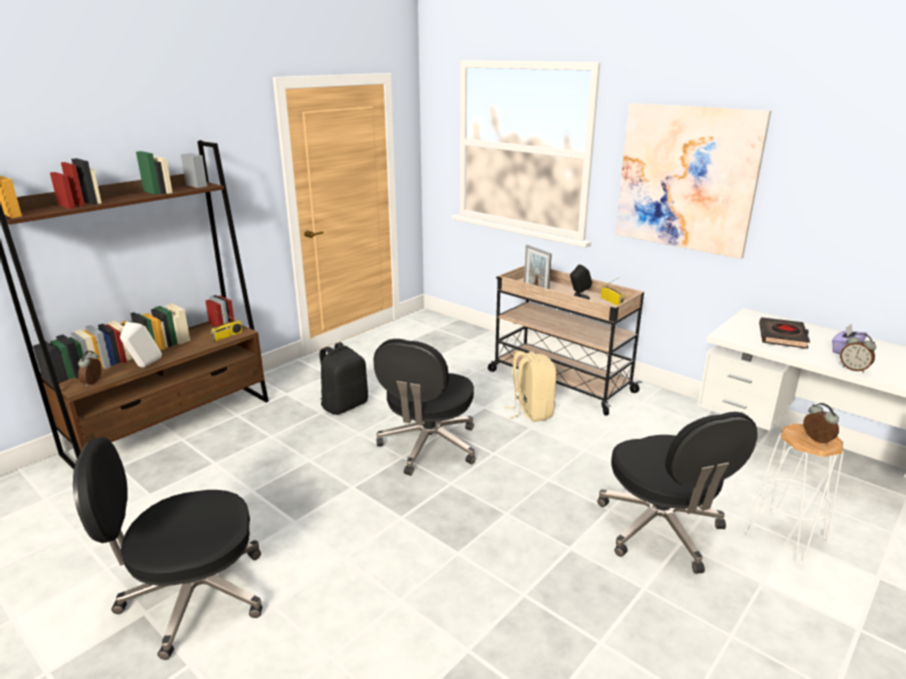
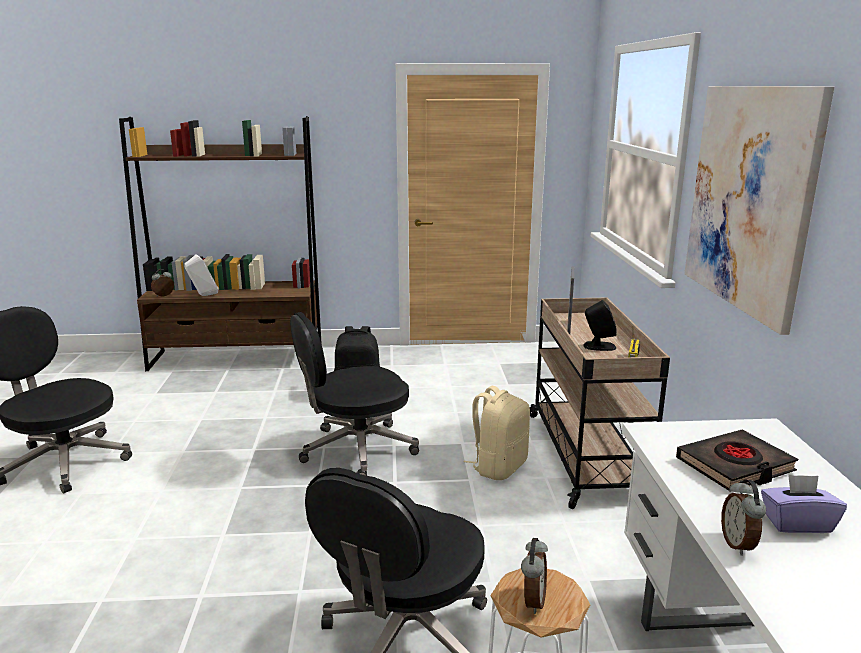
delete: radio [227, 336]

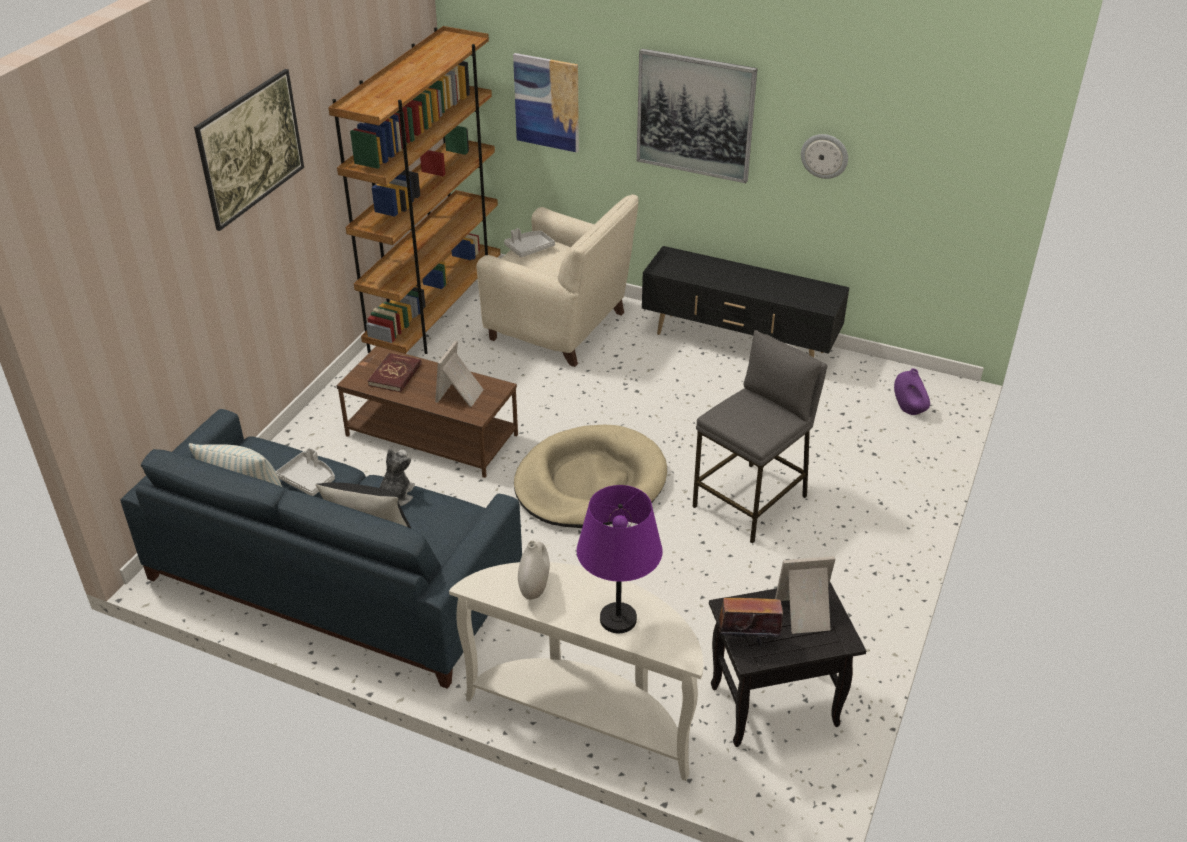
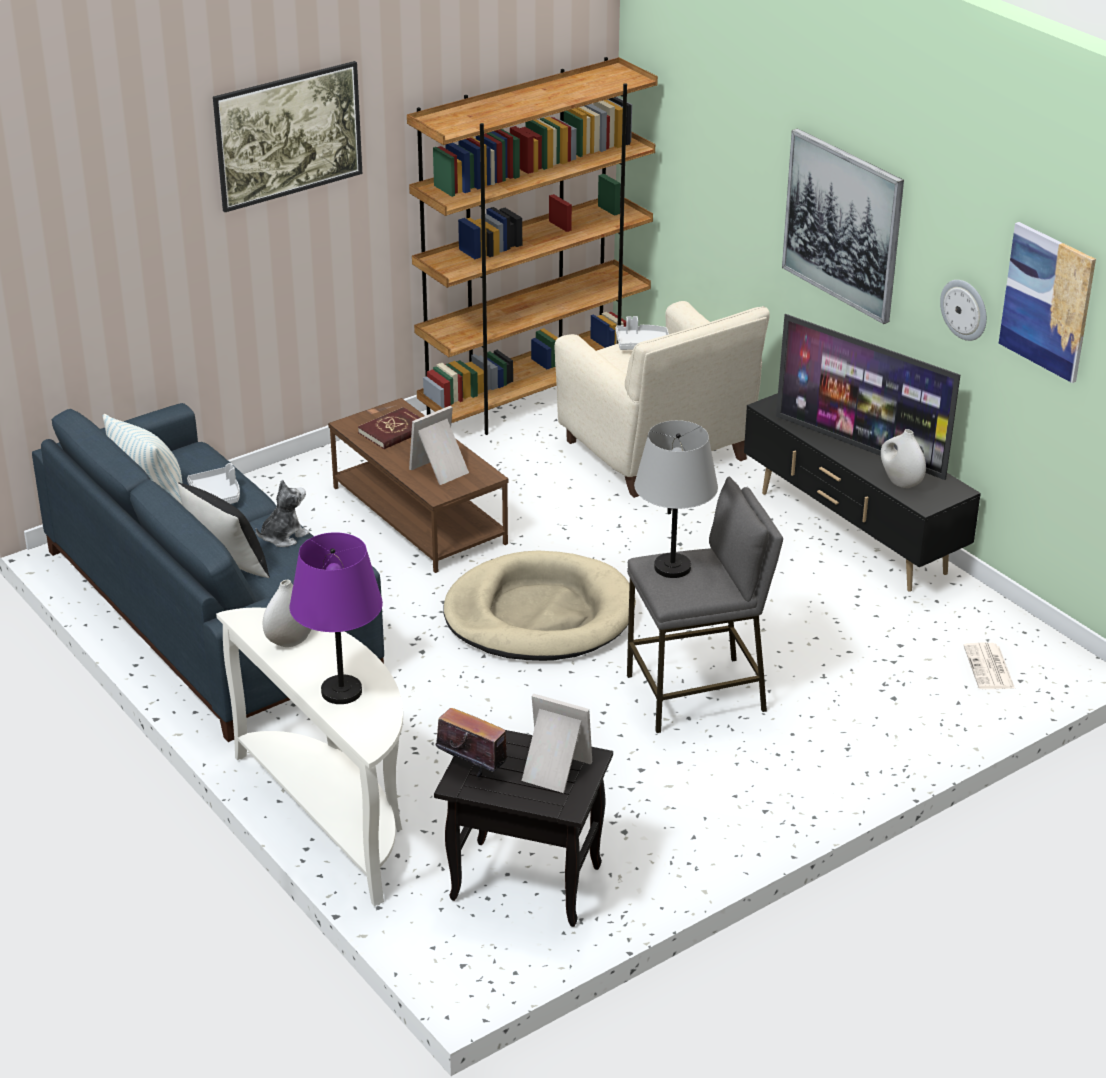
insert: televisor [861, 446]; lámpara de mesa [gris] [672, 567]; florero [blanco] [900, 482]
move: cuadro [547, 102] to [1047, 301]
replace: florero [morado] [909, 409] to periódico [989, 668]

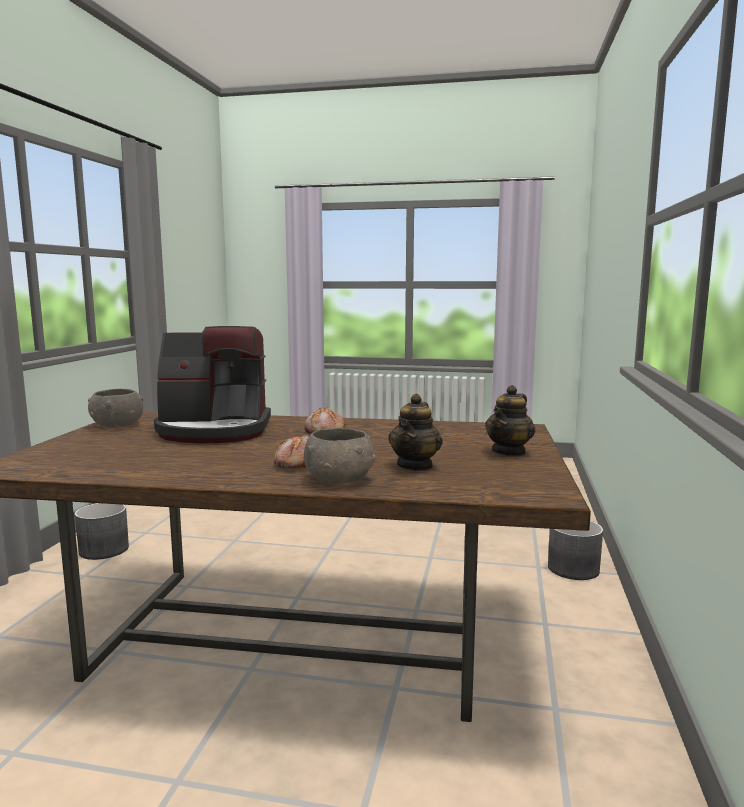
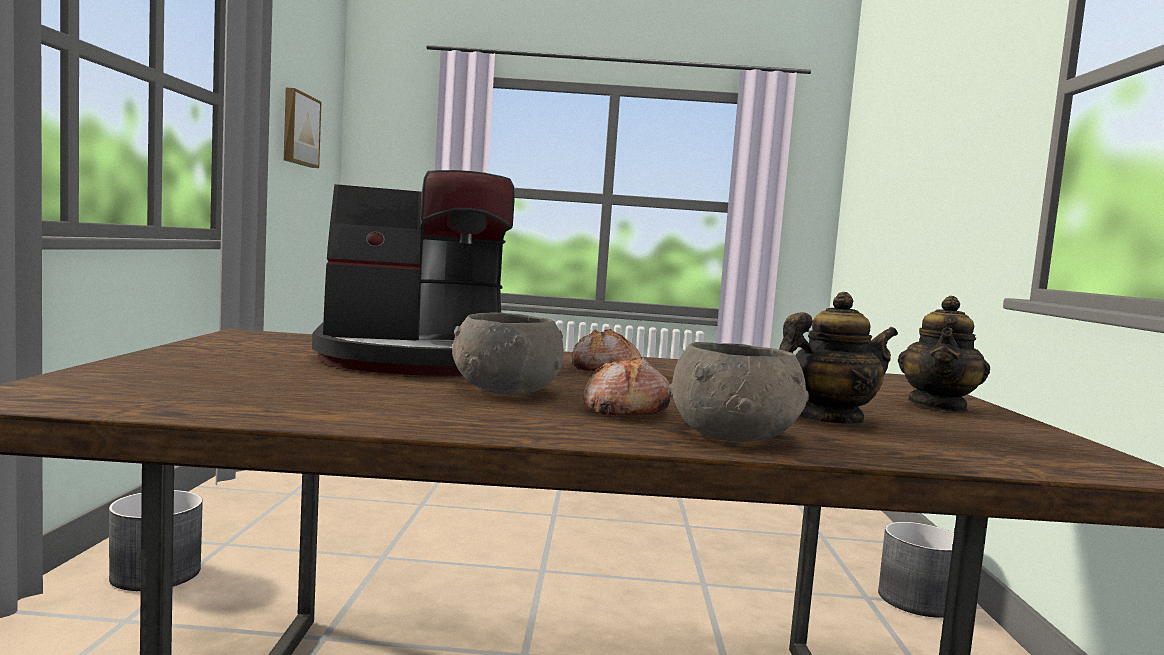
insert: cuadro [299, 129]
move: cuenco [gris] [117, 425] to [505, 390]
rotate: tetera [415, 466] = [829, 419] 120 degrees counterclockwise

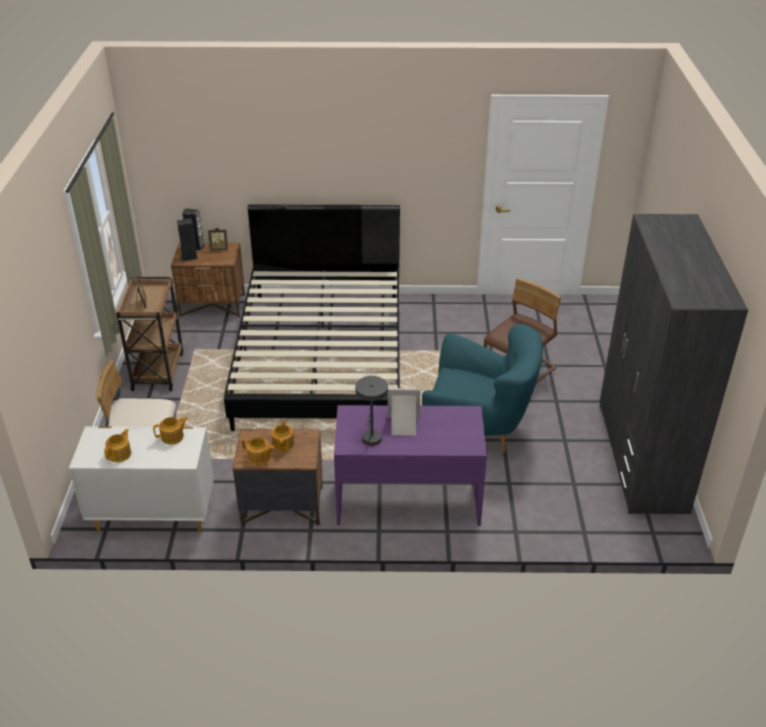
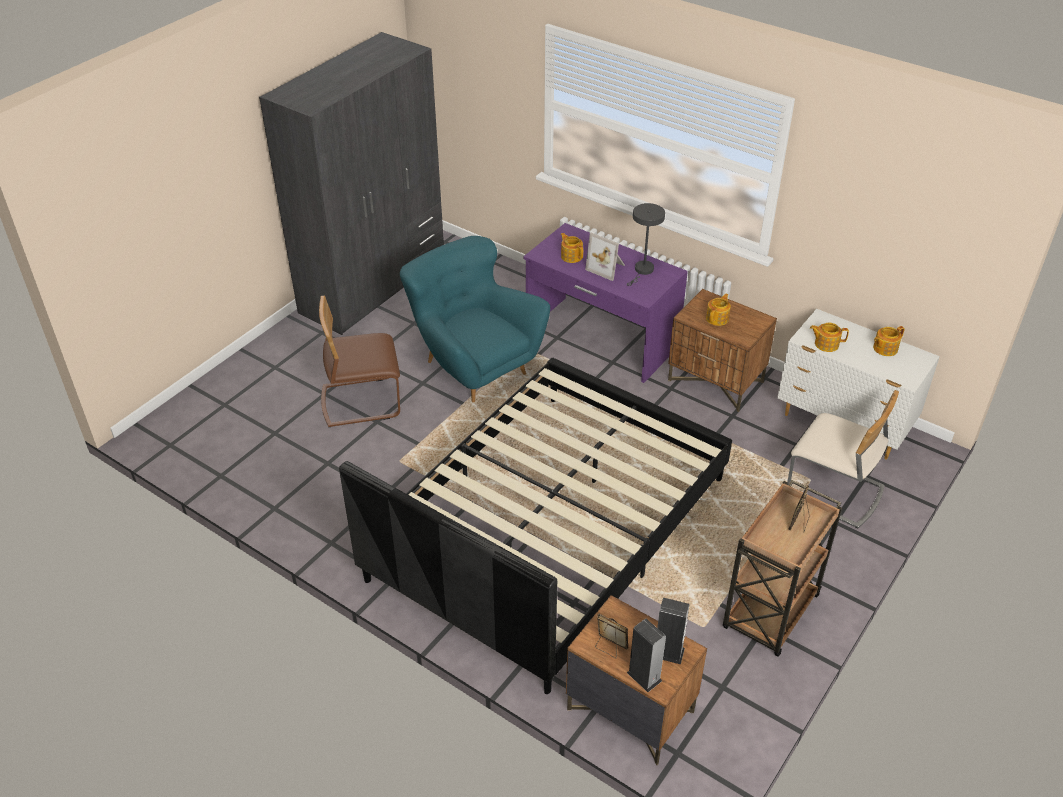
move: tetera [259, 457] to [571, 256]

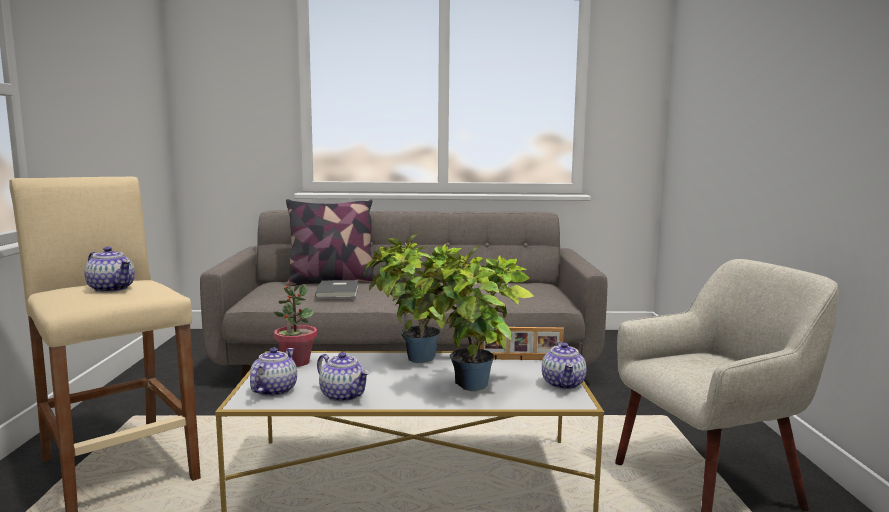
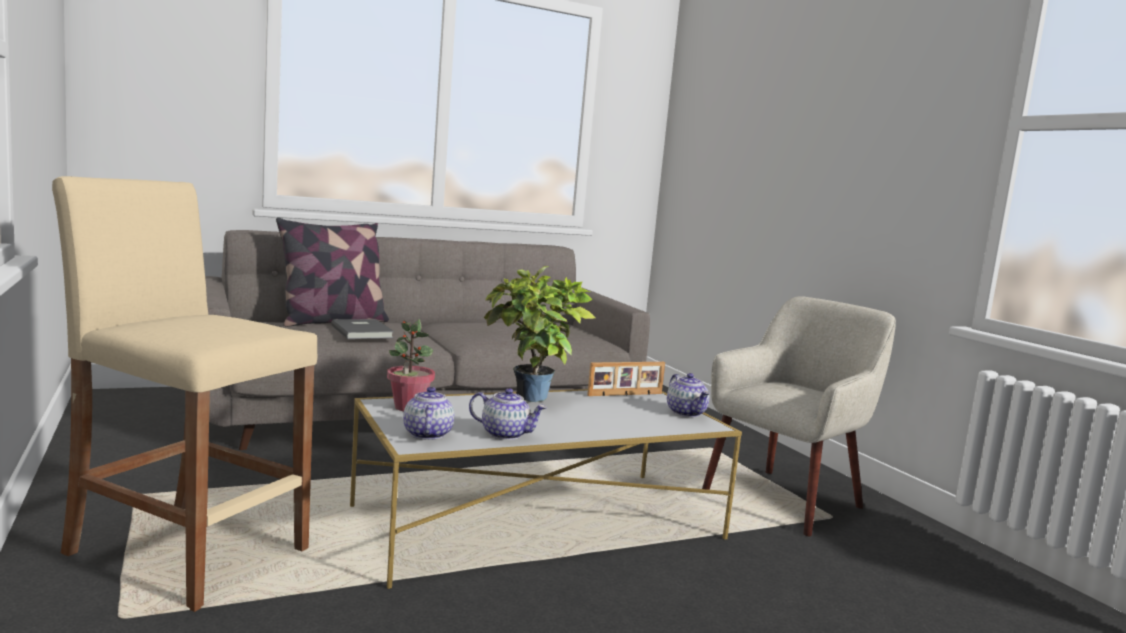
delete: planta en maceta [471, 389]; tetera [112, 289]

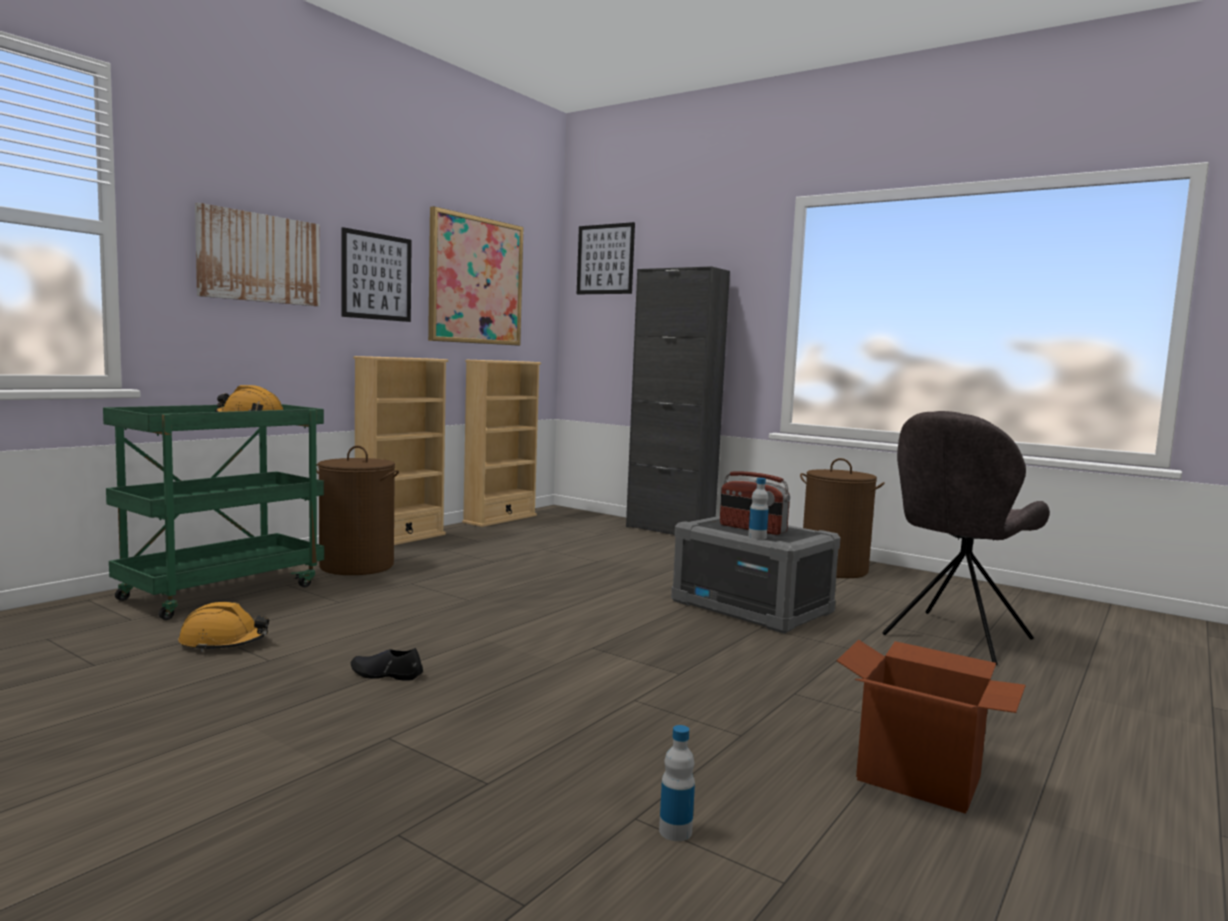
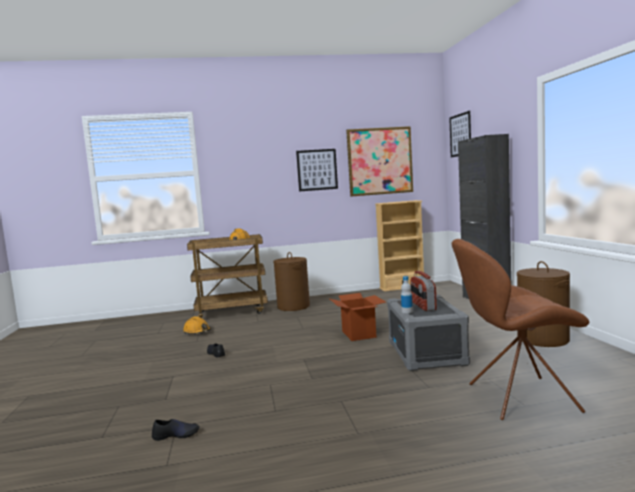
delete: cuadro [259, 258]; estantería [beis] [400, 539]
move: caja de cartón [919, 779] to [359, 334]
replace: botella [675, 831] to zapato [negro] [176, 435]
recolor: carrito [verde] [223, 591] to carrito [marrón] [232, 312]; silla [gris] [955, 638] to silla [marrón] [518, 398]

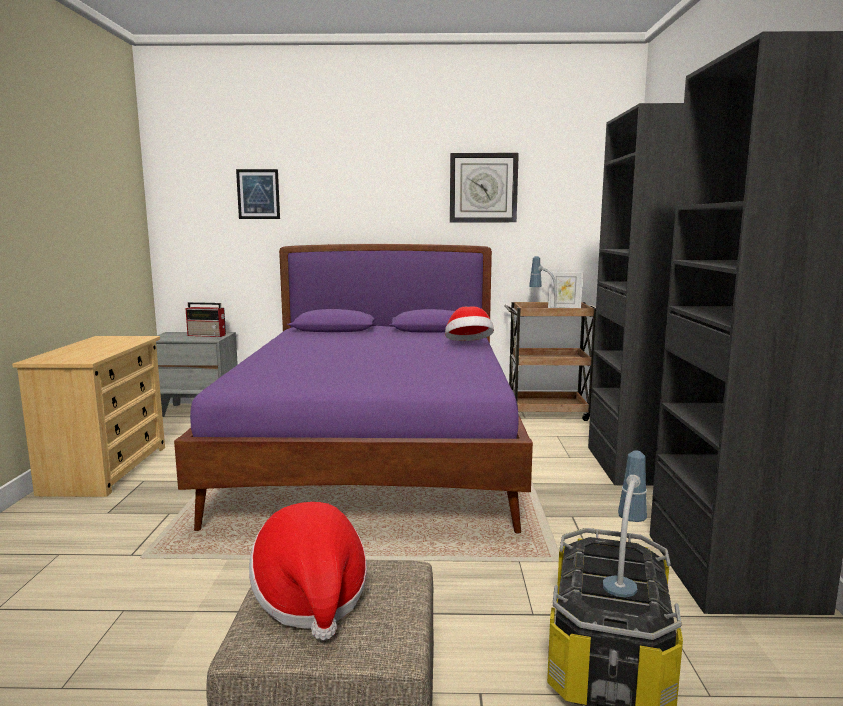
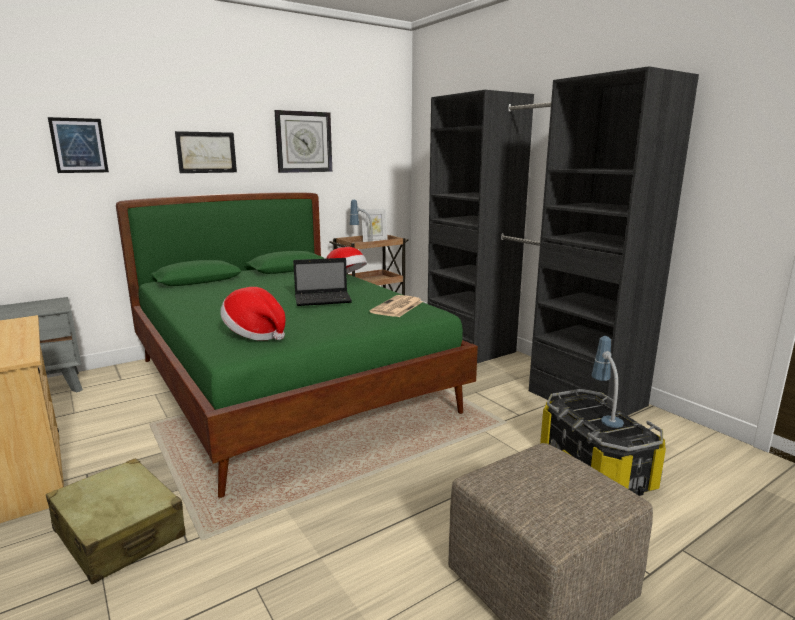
delete: radio [207, 335]
insert: cuadro [206, 152]; portátil [324, 300]; periódico [397, 307]; maleta [beis] [119, 533]
move: sombrero [310, 599] to [255, 334]
recolor: cama [morado] [376, 454] to cama [verde] [287, 385]

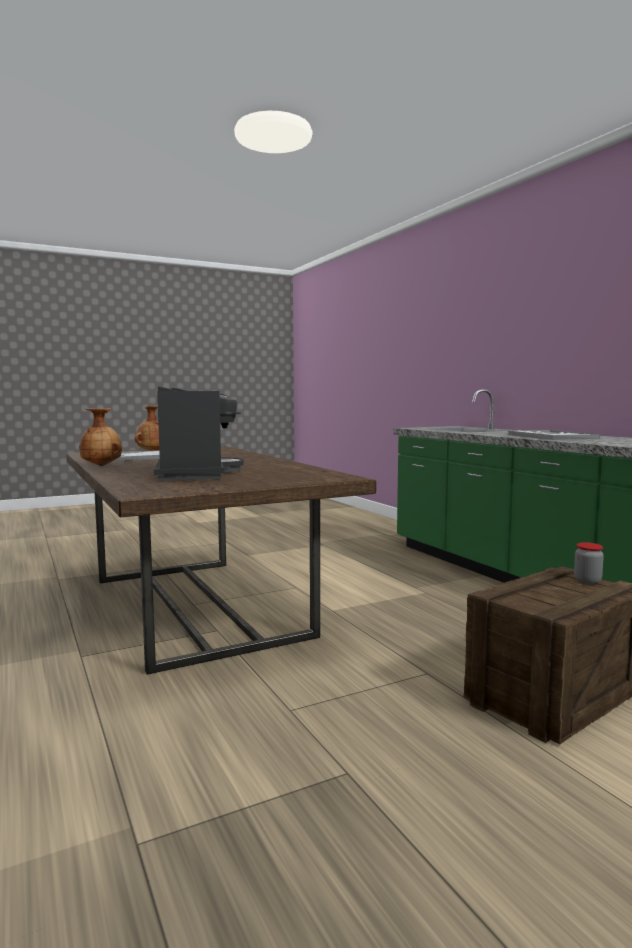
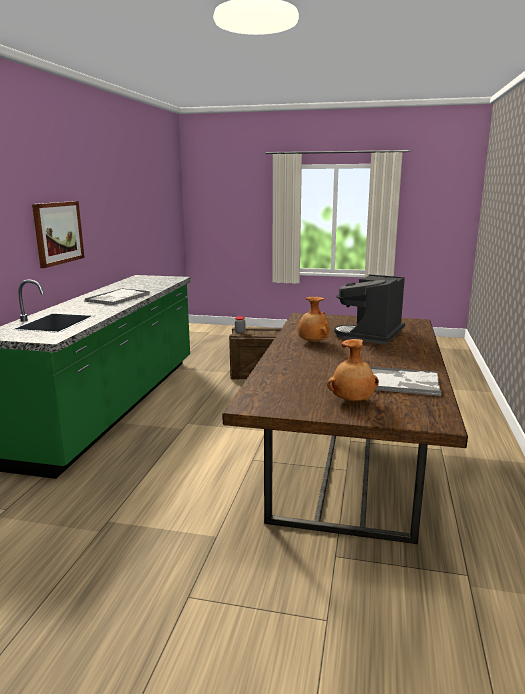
insert: cuadro [58, 233]
move: florero [marrón] [102, 465] to [312, 342]

